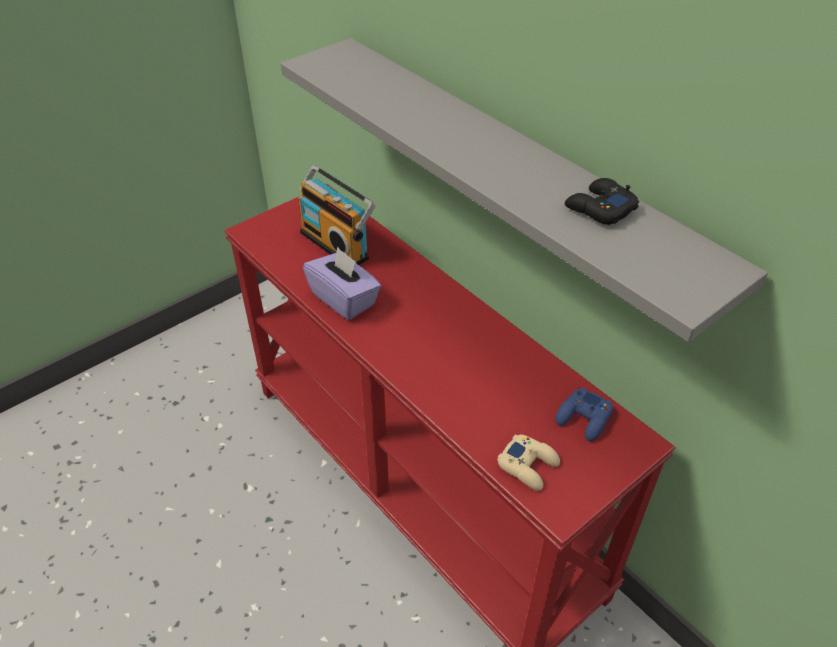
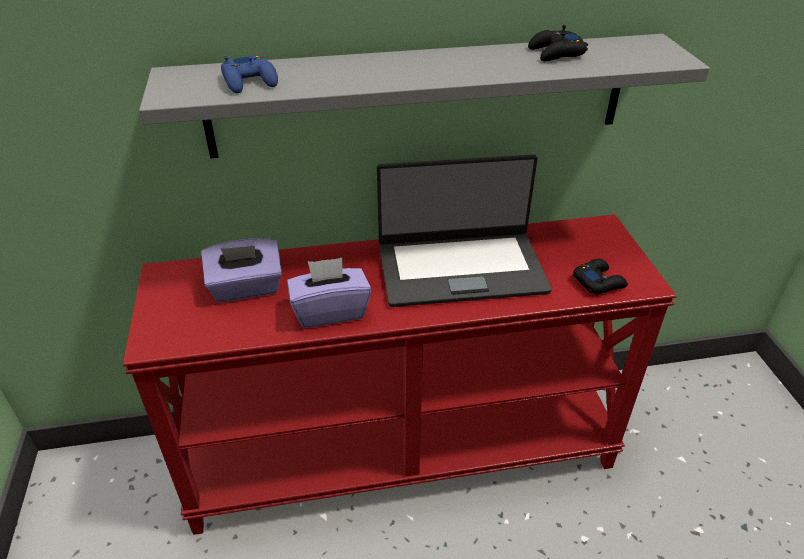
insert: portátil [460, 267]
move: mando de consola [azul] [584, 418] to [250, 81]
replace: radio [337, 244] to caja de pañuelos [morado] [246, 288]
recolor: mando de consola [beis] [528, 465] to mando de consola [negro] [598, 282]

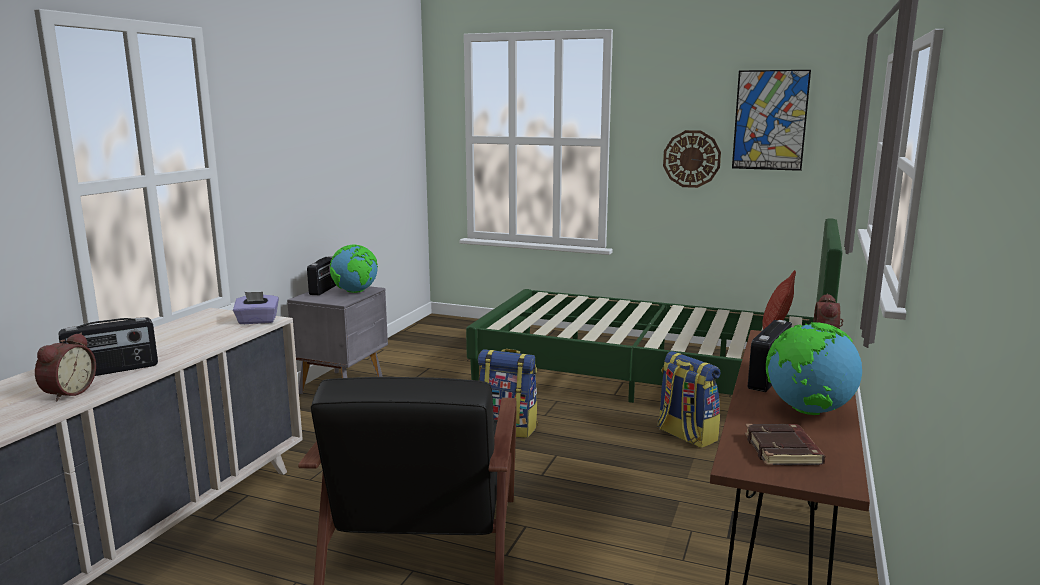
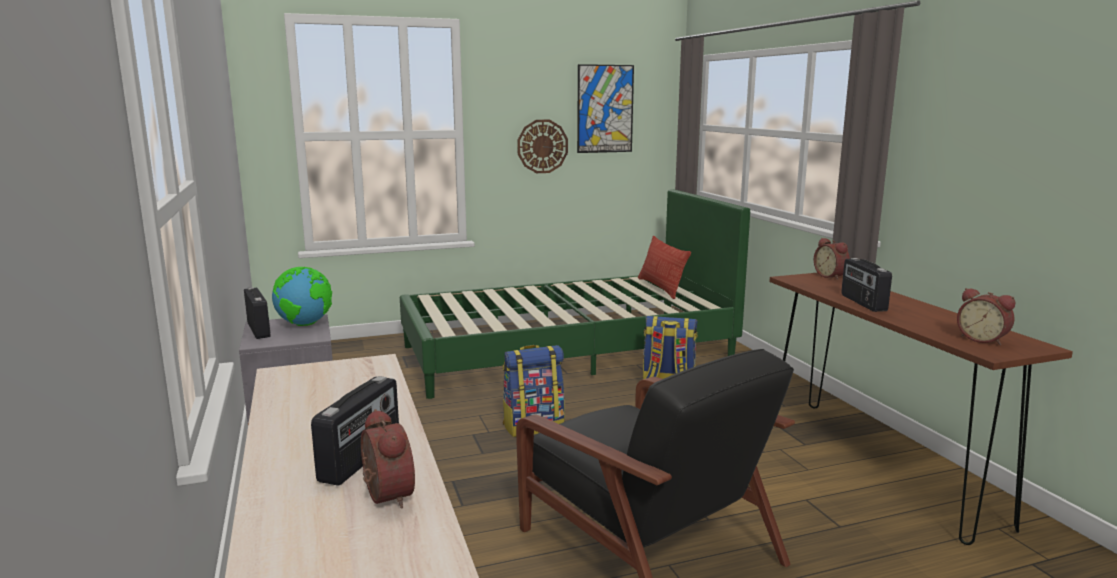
delete: caja de pañuelos [morado] [257, 321]; globo terráqueo [808, 411]
replace: libro [marrón] [784, 451] to despertador [983, 339]

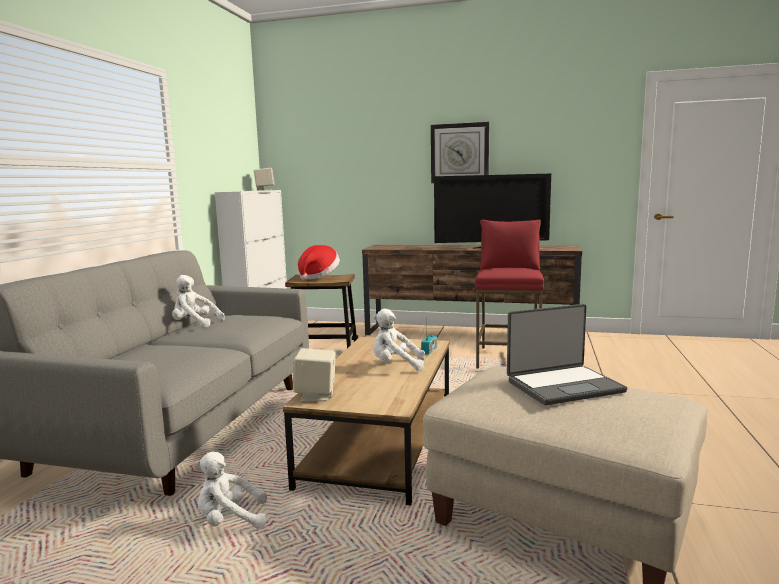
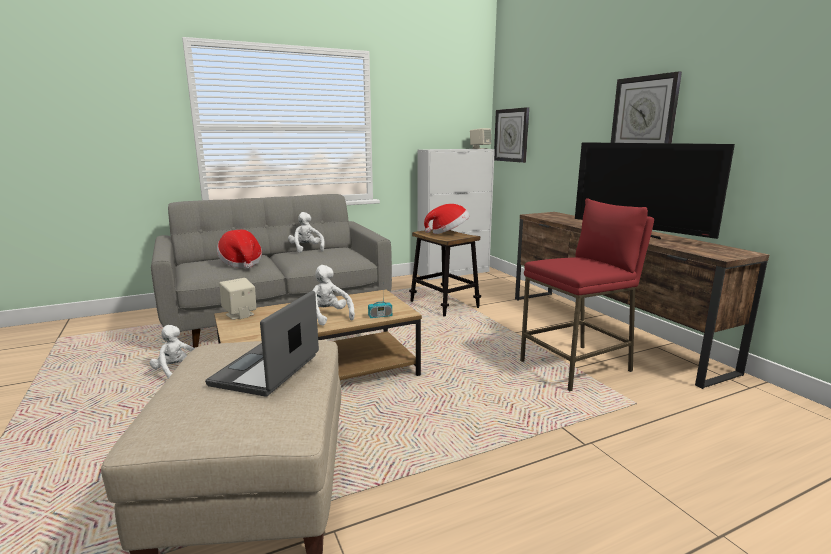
insert: reloj de pared [511, 135]; sombrero [241, 263]
rotate: portátil [563, 386] = [267, 370] 75 degrees clockwise

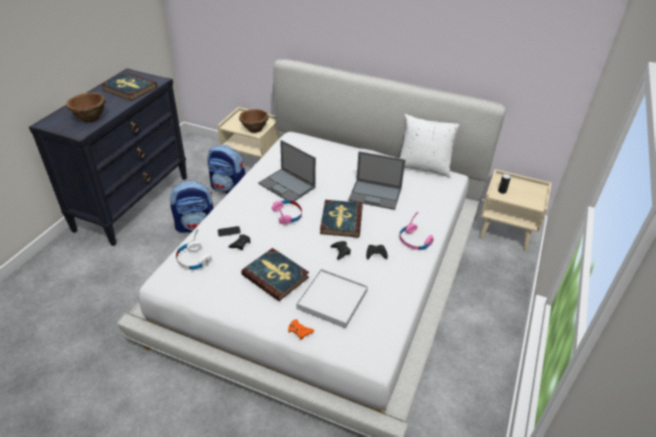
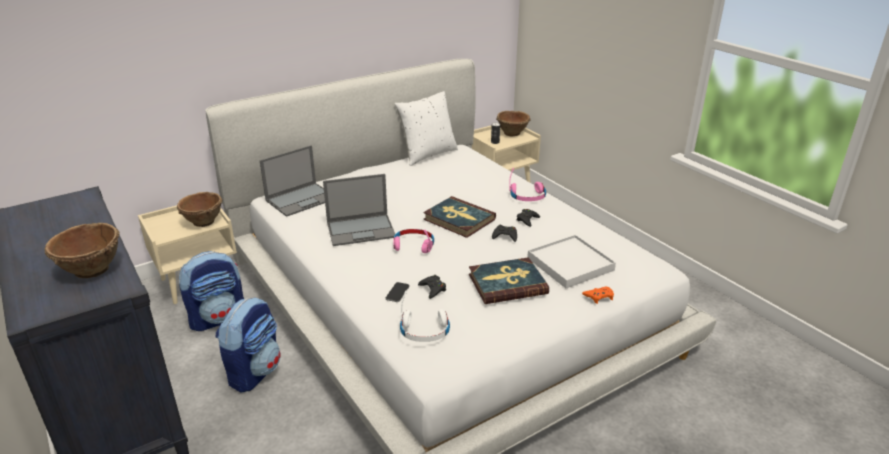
delete: libro [129, 88]
insert: cuenco [marrón] [512, 133]
move: portátil [375, 194] to [302, 199]

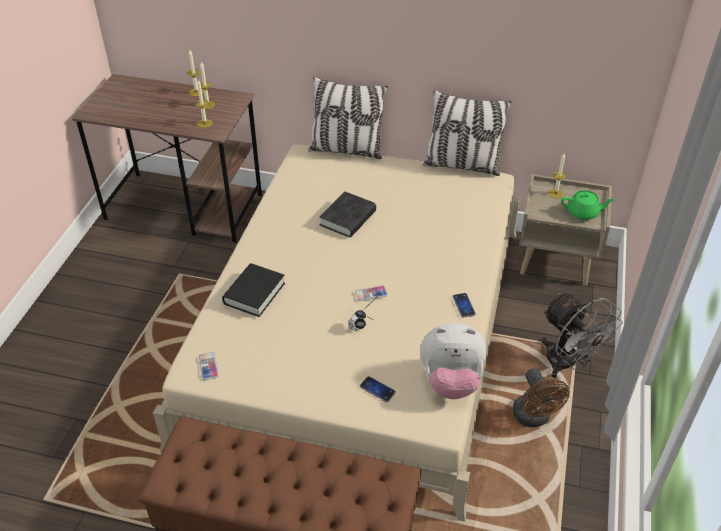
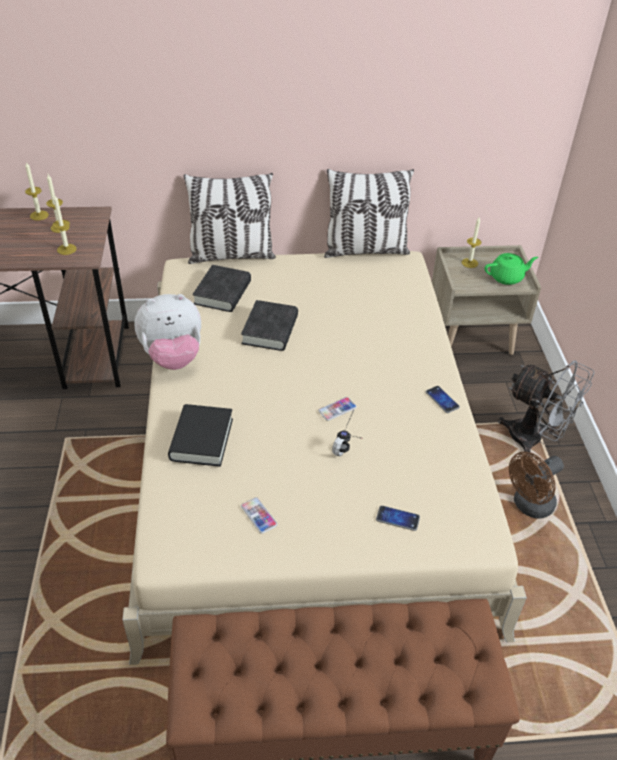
insert: libro [negro] [222, 293]
move: peluche [451, 381] to [173, 357]; móvil [208, 366] to [258, 516]
rotate: ventilador [marrón] [533, 418] = [529, 506] 90 degrees clockwise

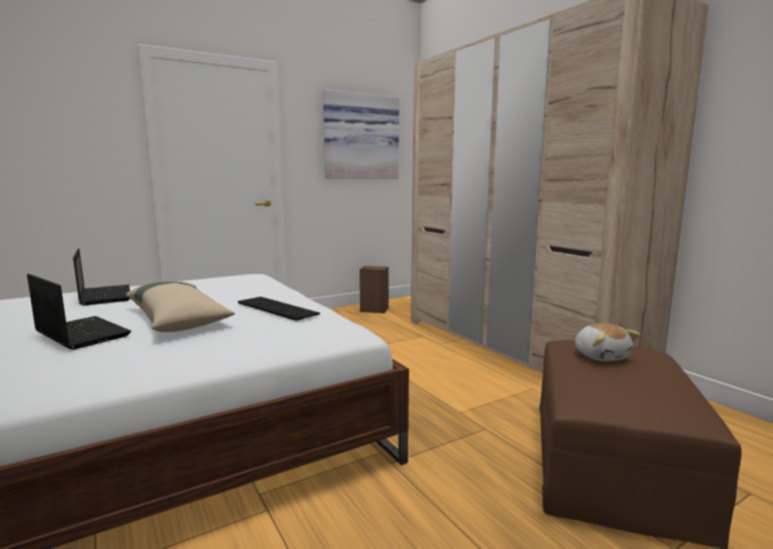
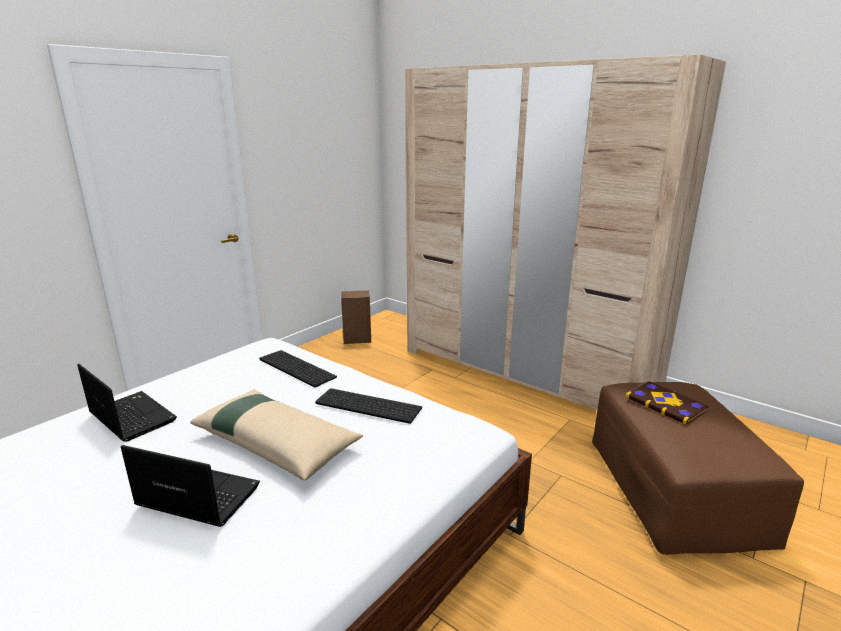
delete: cuadro [360, 137]
insert: teclado [294, 368]
replace: peluche [601, 356] to libro [666, 404]

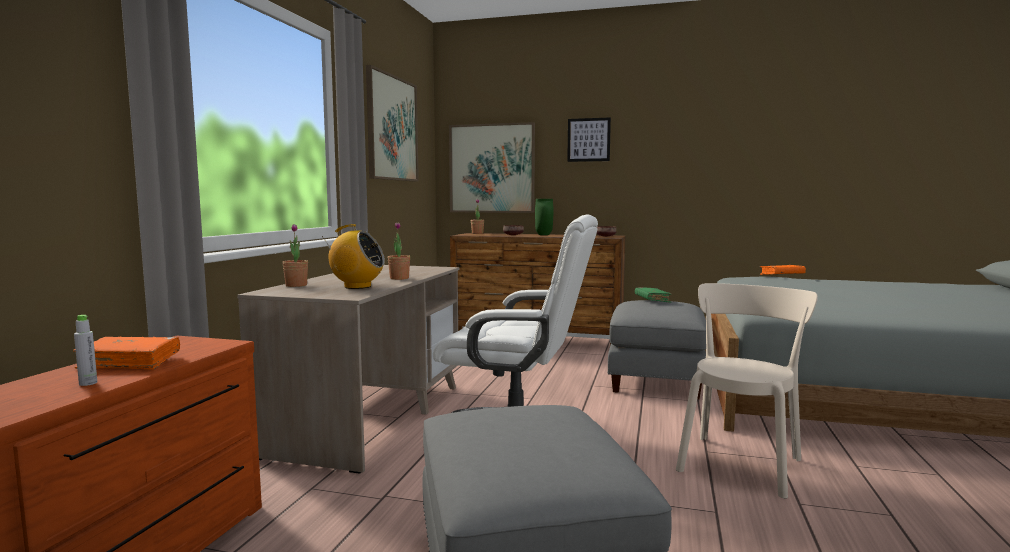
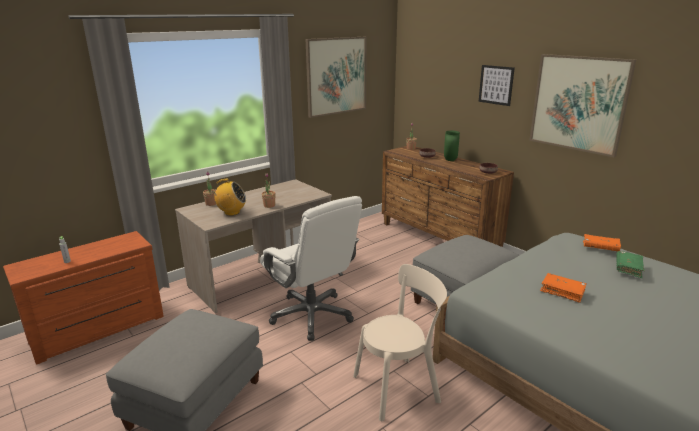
move: cuadro [491, 168] to [578, 103]; libro [verde] [652, 300] to [628, 268]; libro [naranja] [130, 362] to [562, 291]
rotate: radio [357, 287] = [231, 212] 45 degrees counterclockwise

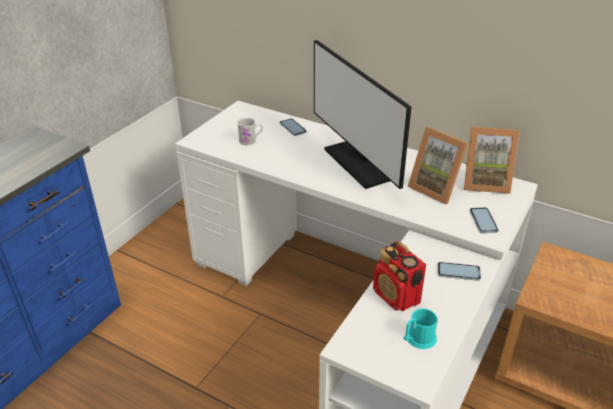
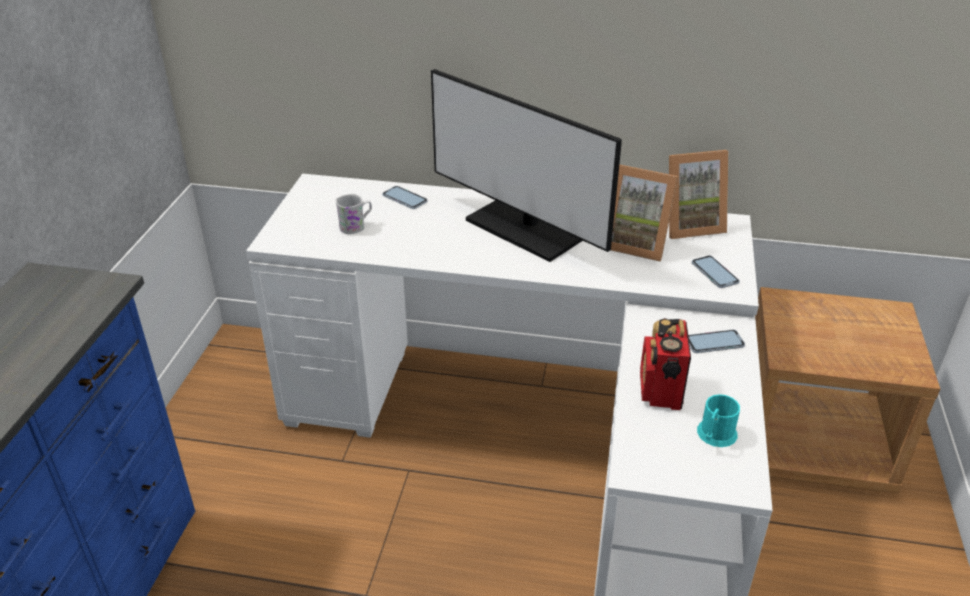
rotate: radio [396, 297] = [660, 391] 60 degrees clockwise

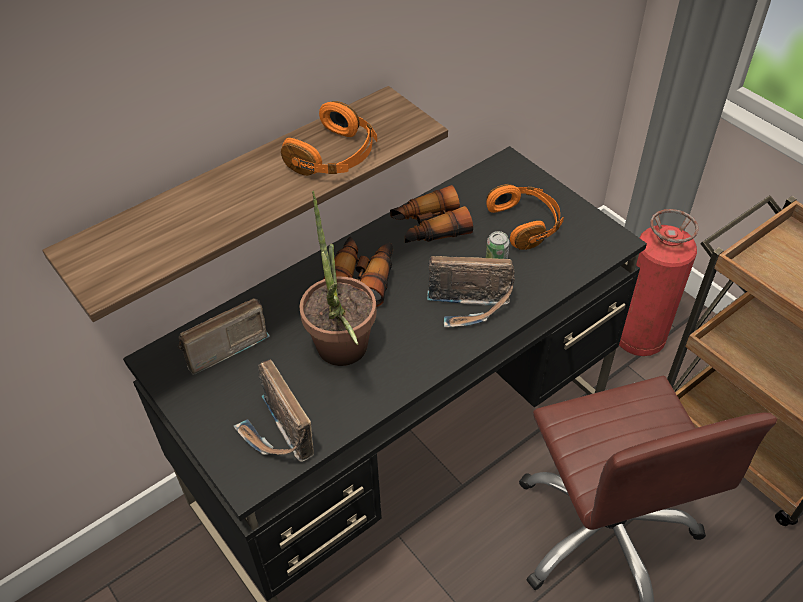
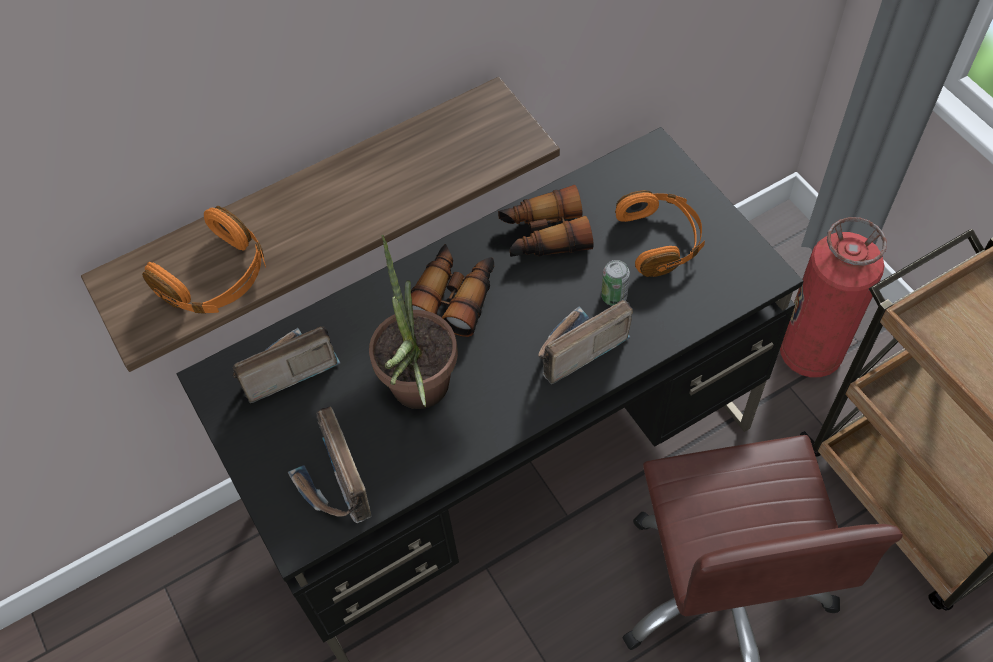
move: auriculares [naranja] [335, 157] to [217, 278]
rotate: radio [470, 308] = [575, 348] 135 degrees clockwise

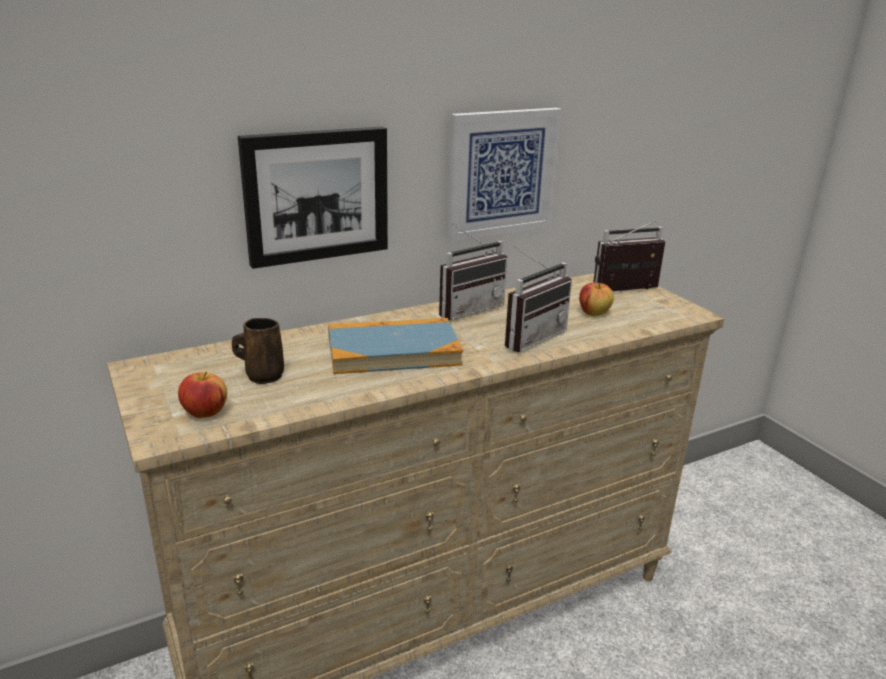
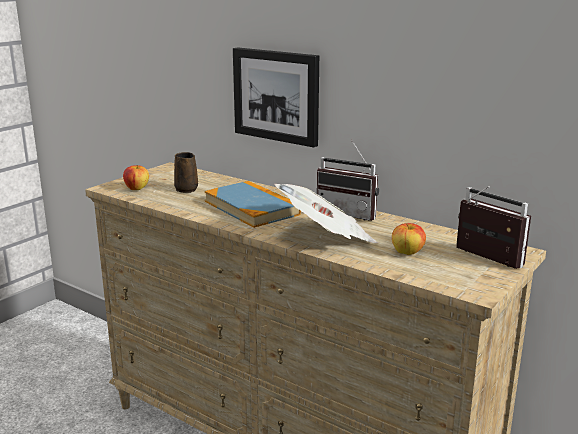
delete: cuadro [501, 172]
replace: radio [529, 336] to periódico [326, 238]

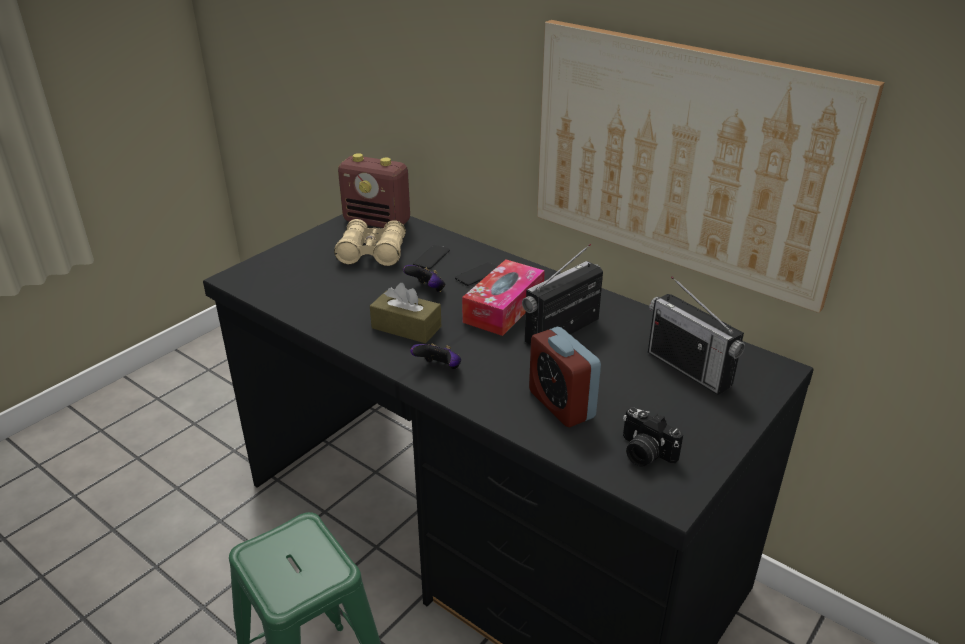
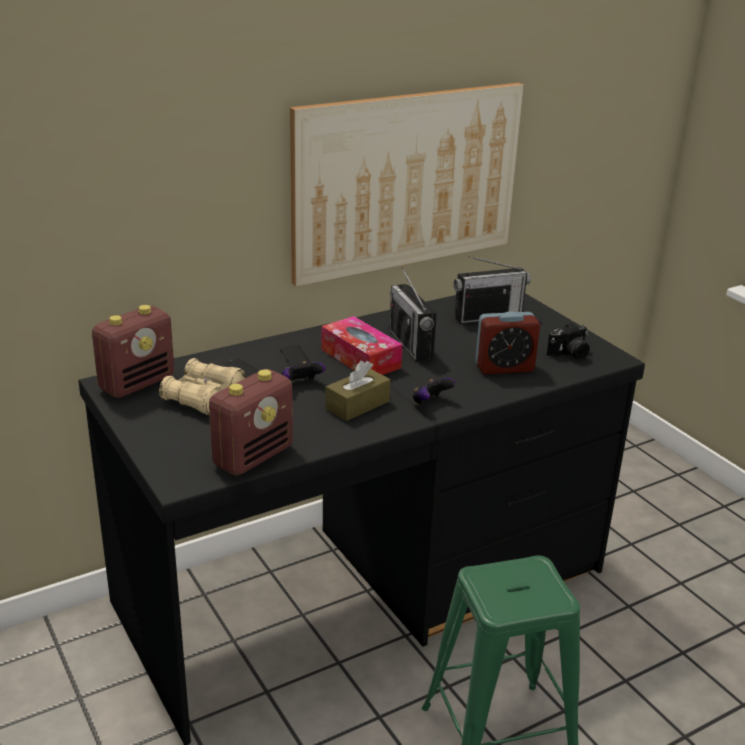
insert: radio [253, 456]

